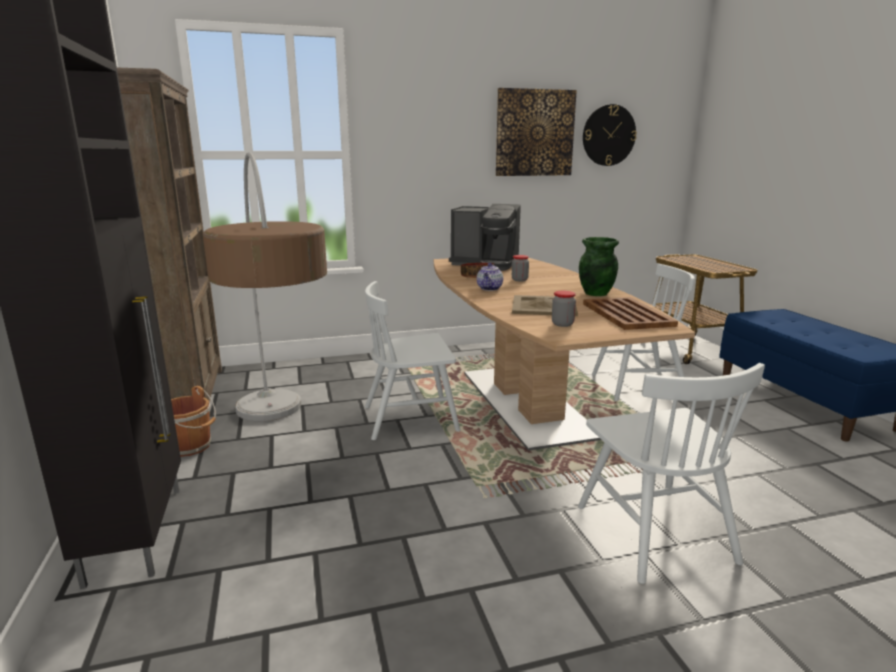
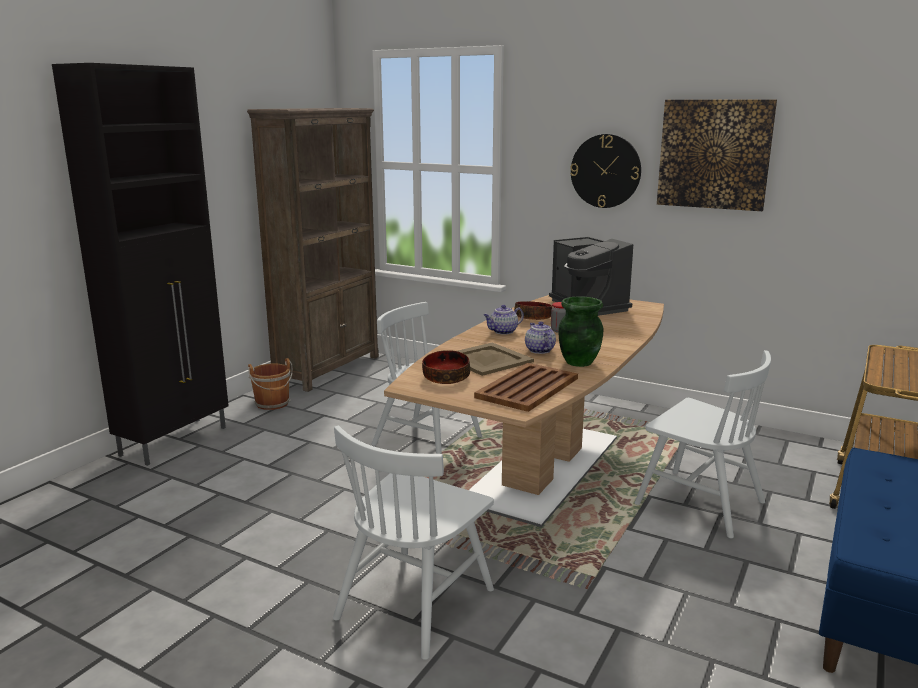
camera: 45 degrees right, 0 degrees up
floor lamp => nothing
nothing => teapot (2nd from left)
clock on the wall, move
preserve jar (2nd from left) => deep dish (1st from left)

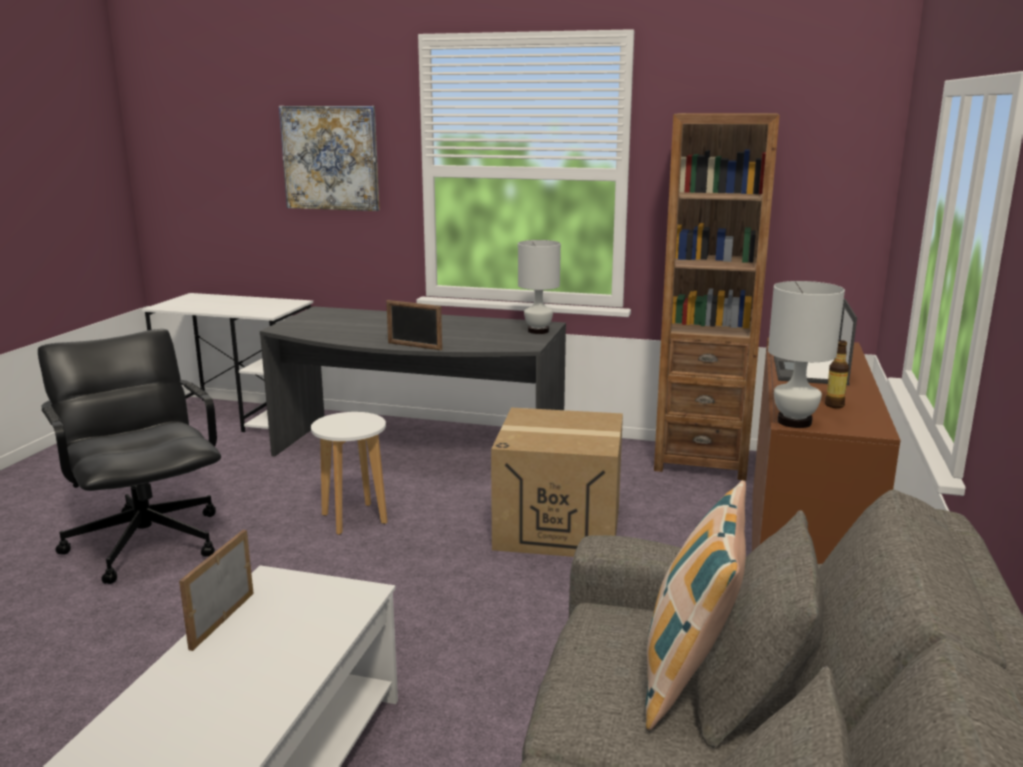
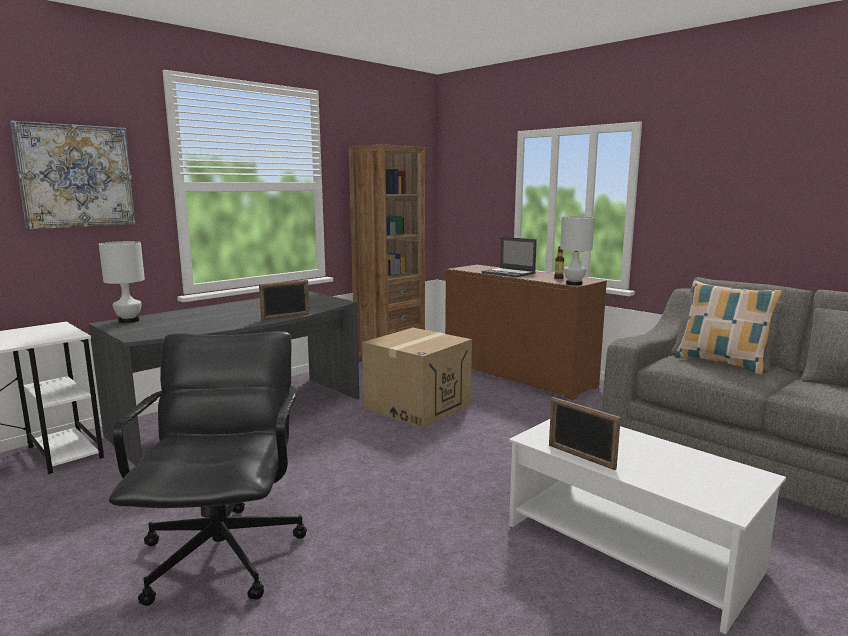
camera: 60 degrees left, 5 degrees down
whitish stool seat => nothing
whitish table lamp (1st from left), move
black-coloured office chair, 90 degrees clockwise

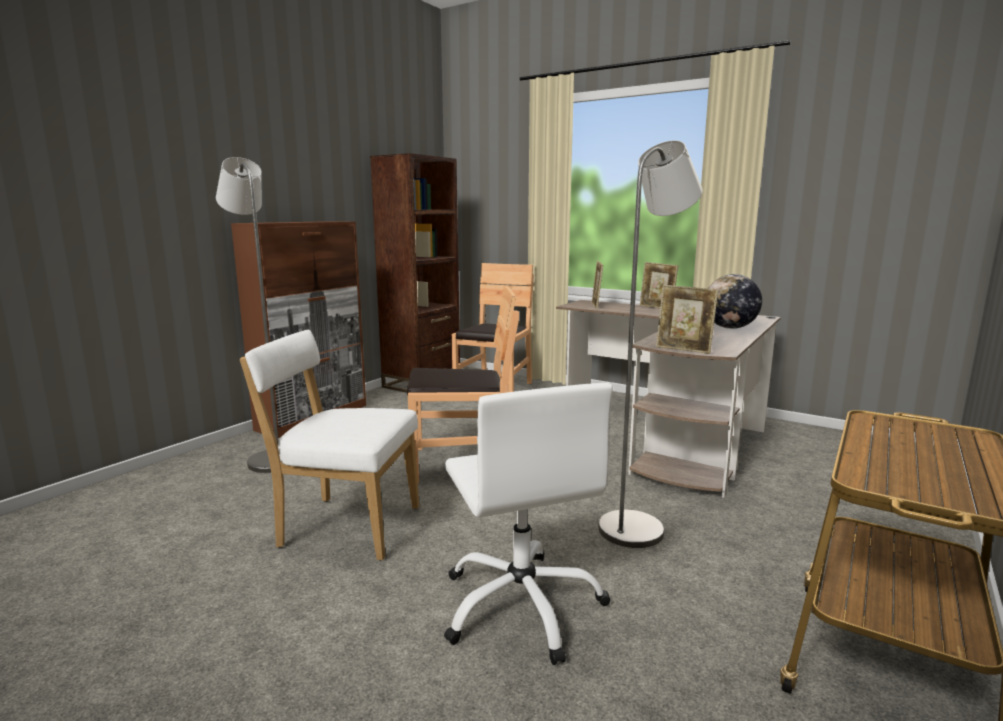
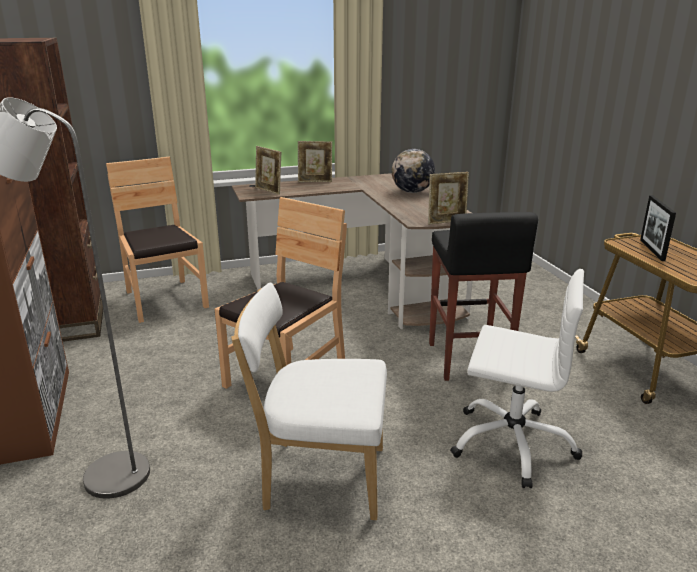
camera: 50 degrees left, 10 degrees up
nothing => picture frame (4th from left)
grey floor lamp (2nd from left) => black-coloured stool seat
whitish upright chair, 45 degrees clockwise

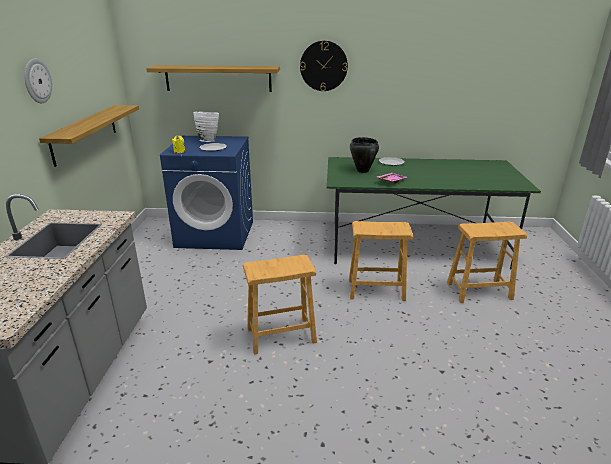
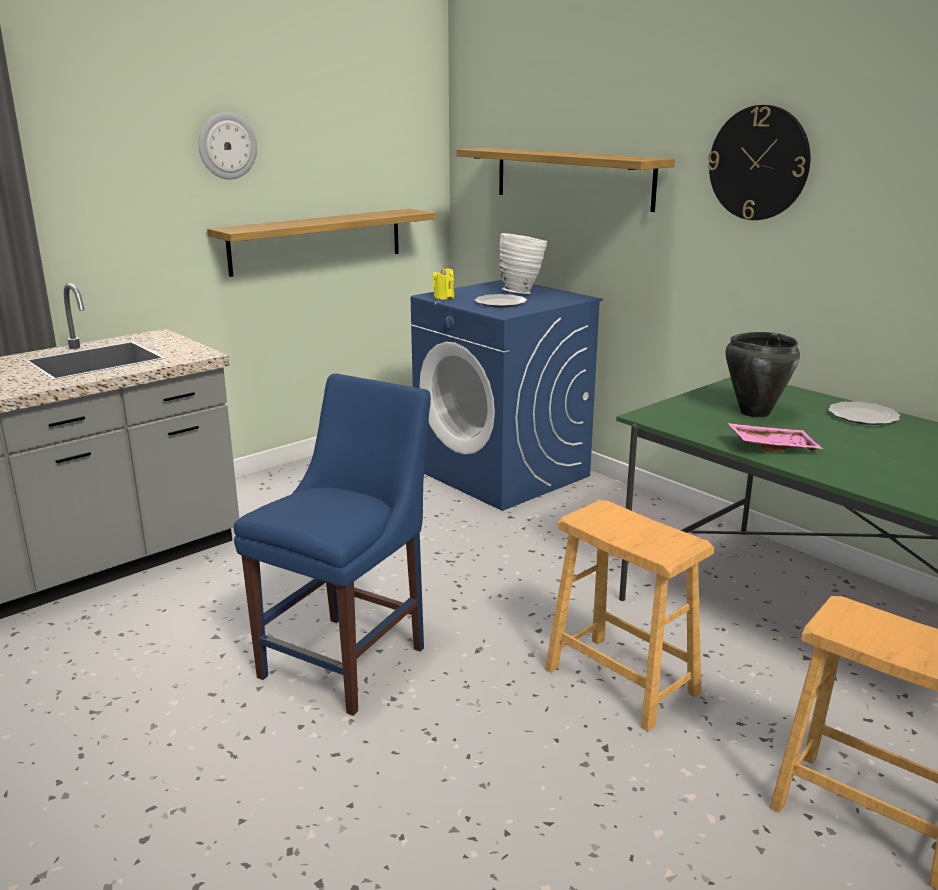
camera: 45 degrees right, 5 degrees down
brownish stool seat (1st from left) => blue upright chair

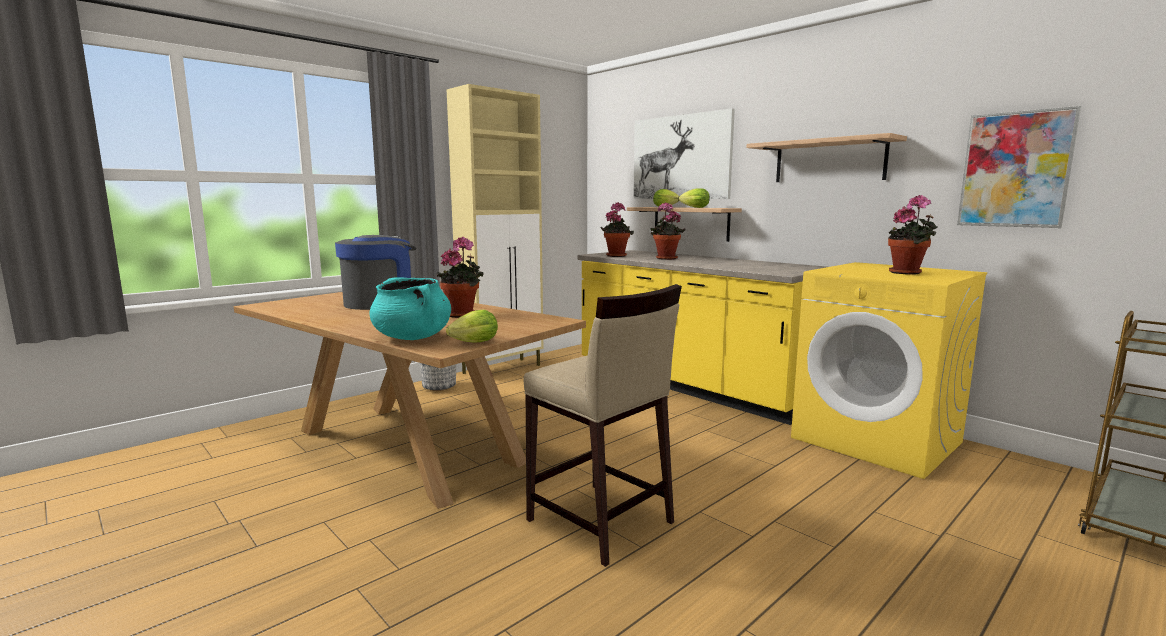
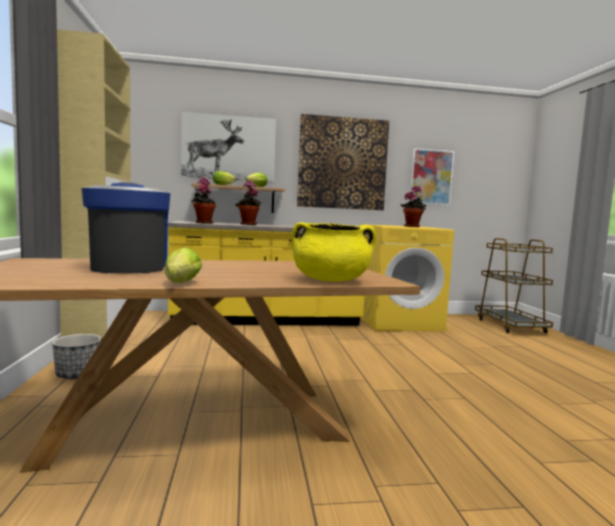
camera: 55 degrees left, 5 degrees down
potted plant (1st from left) => nothing
beige-coloured stool seat => nothing
lettuce head (1st from left), move
bracket shelf (2nd from left) => picture (2nd from left)
blue-green stockpot => yellow-coloured stockpot

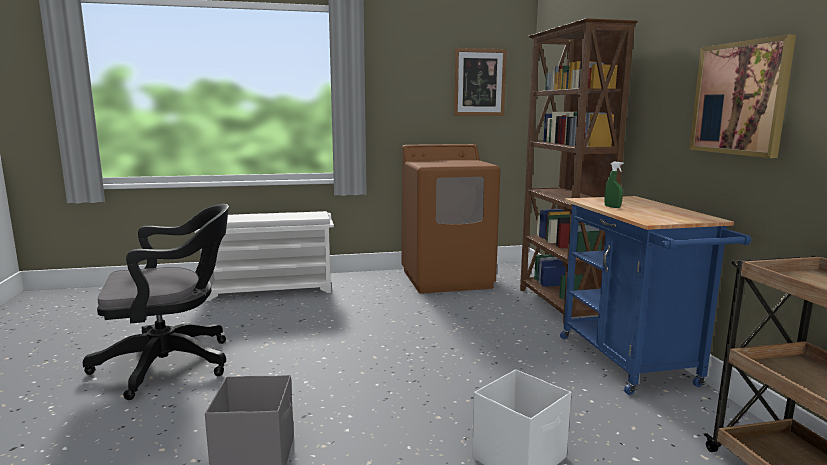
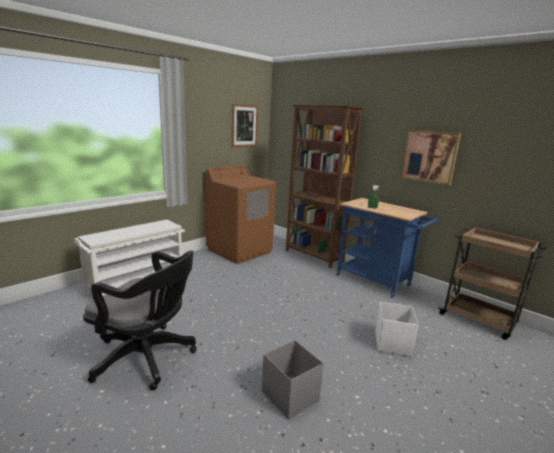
camera: 35 degrees left, 5 degrees up
black-coloured office chair, 75 degrees clockwise

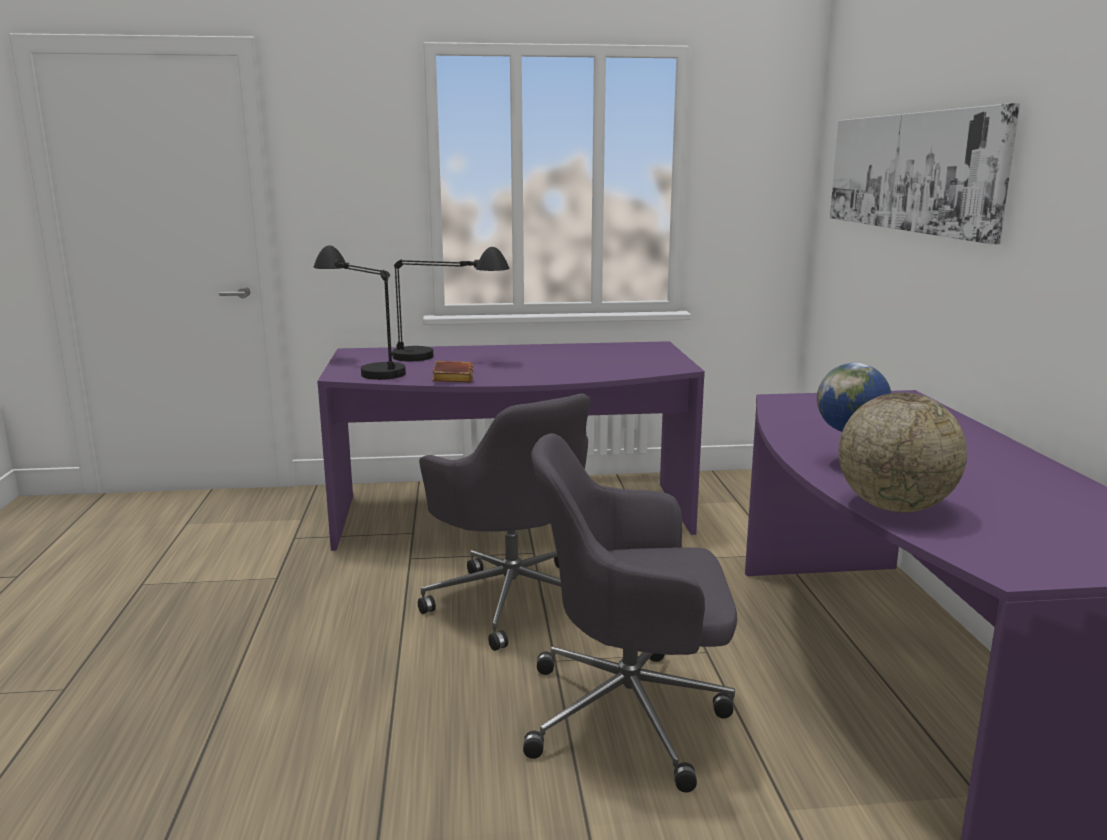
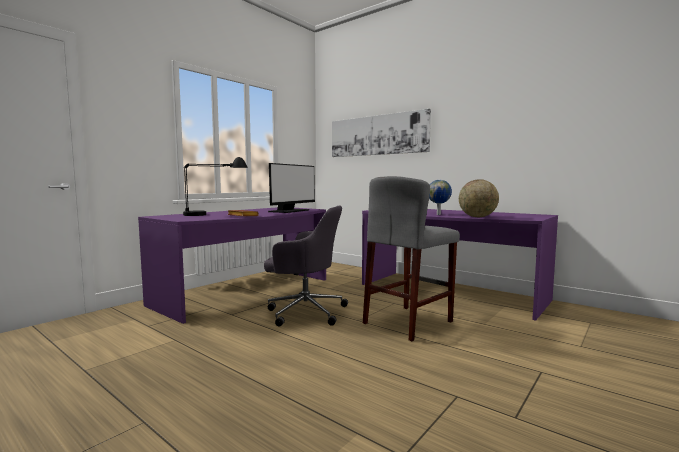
camera: 45 degrees left, 10 degrees down
black-coloured table lamp (1st from left) => nothing
nothing => computer display
grey office chair (2nd from left) => grey stool seat

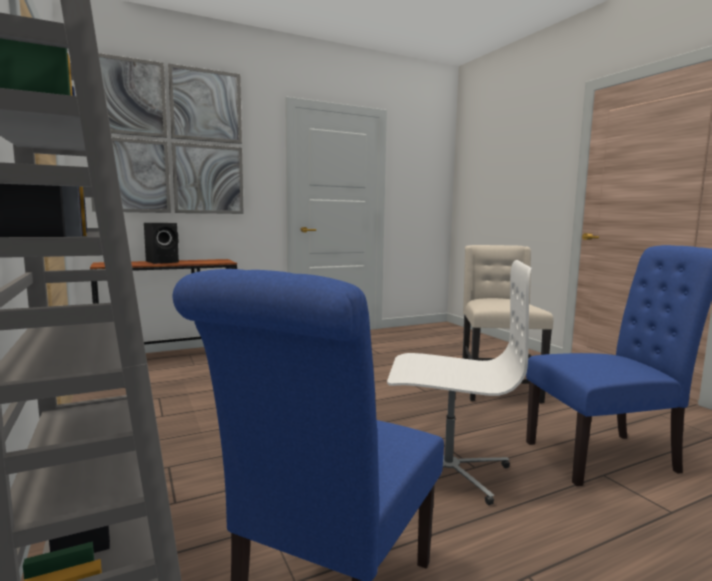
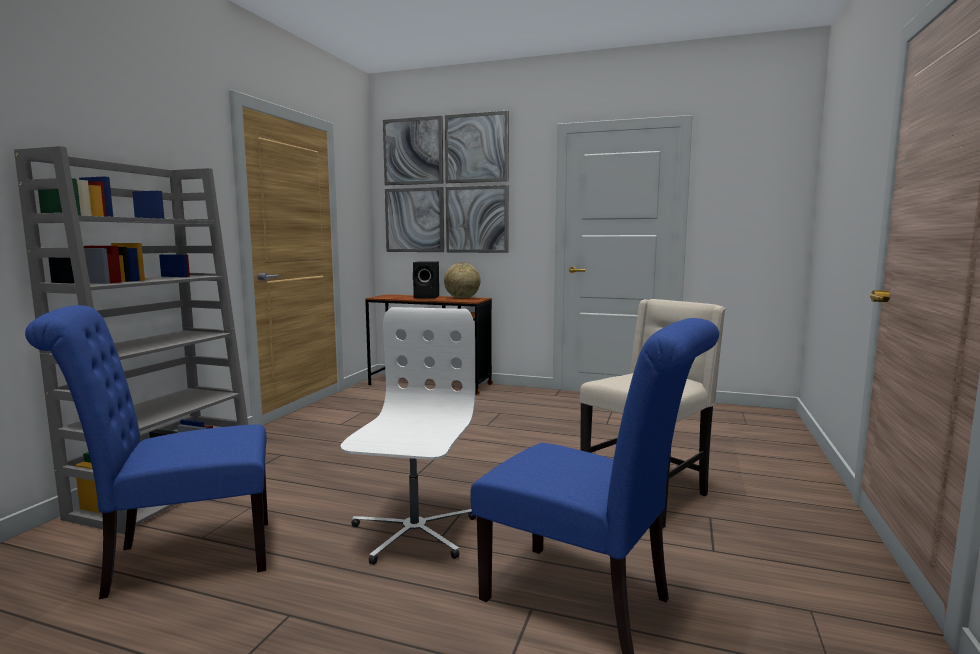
camera: 45 degrees right, 0 degrees up
nothing => world globe
whitish office chair, 135 degrees counterclockwise

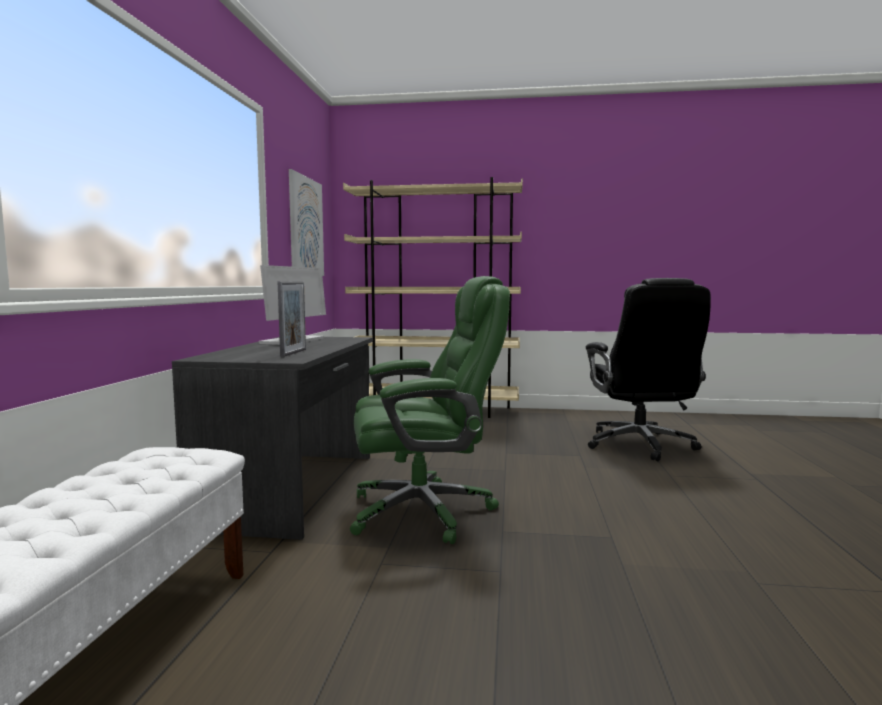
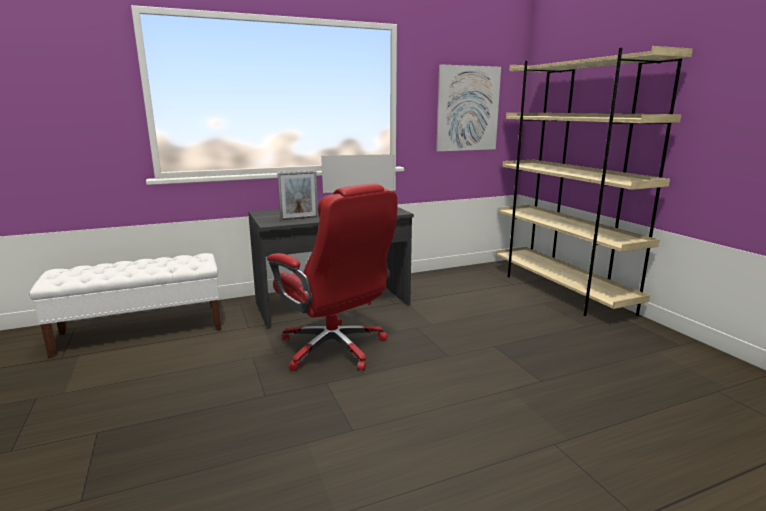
camera: 60 degrees right, 10 degrees up
black-coloured office chair => nothing
green office chair => red-coloured office chair

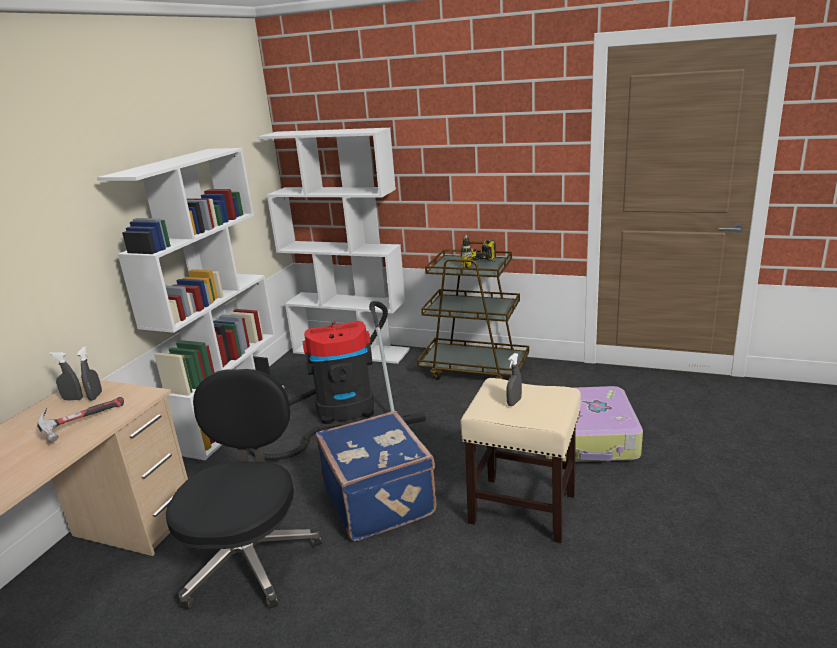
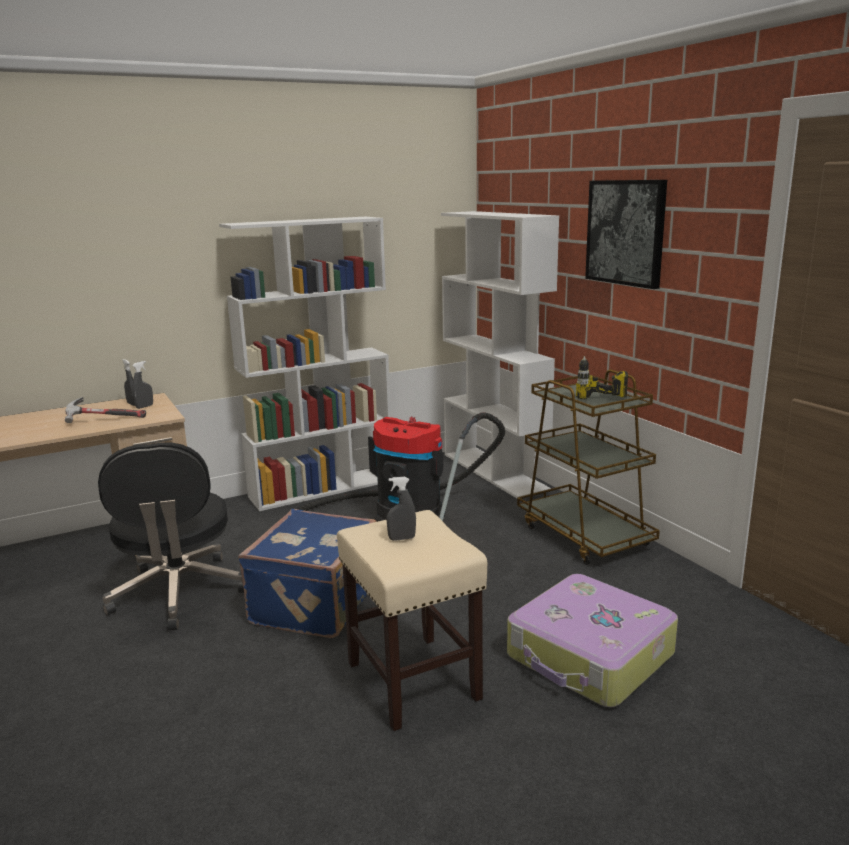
camera: 40 degrees right, 5 degrees down
nothing => picture
black-coloured office chair, 120 degrees clockwise

